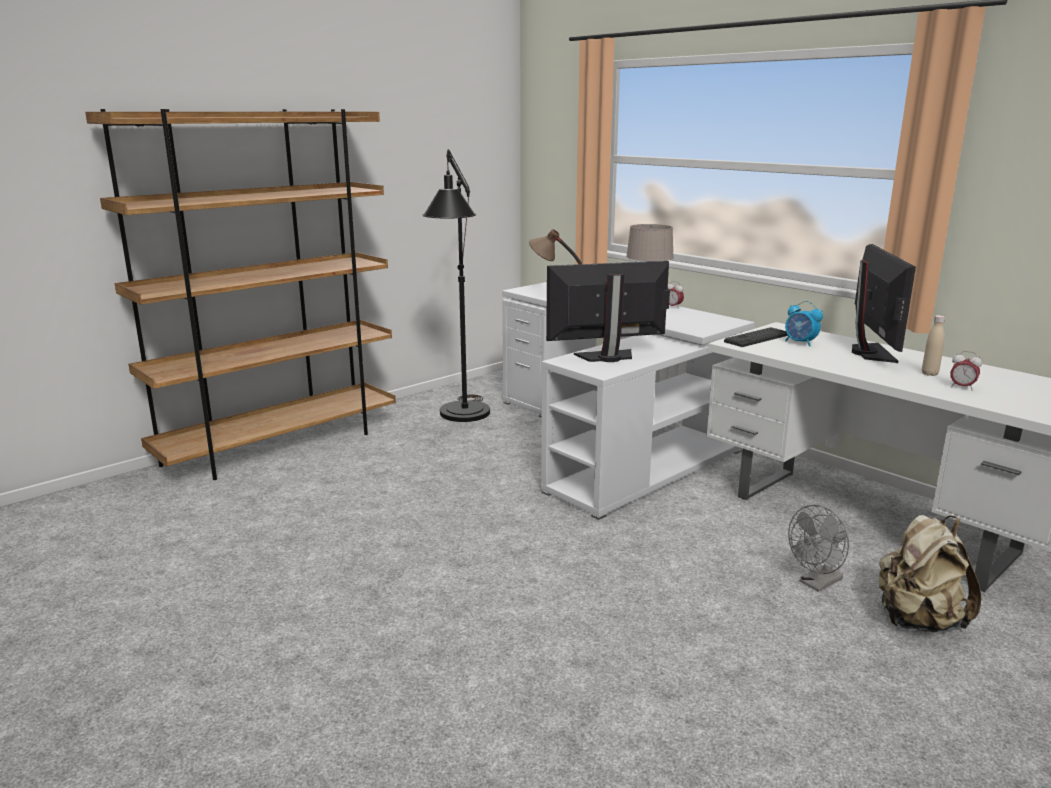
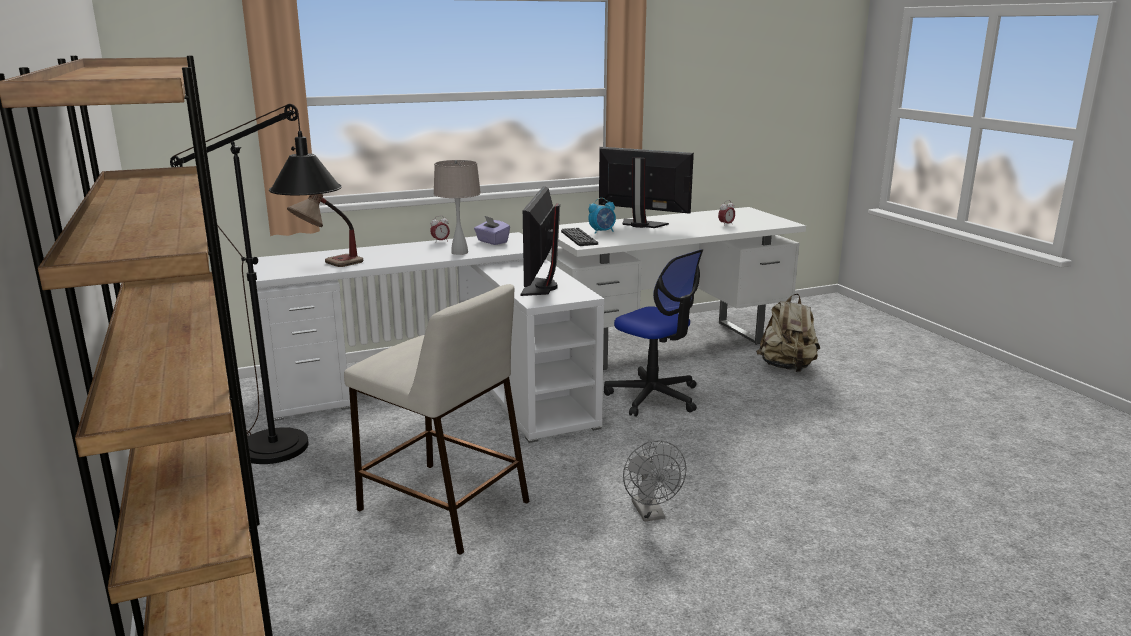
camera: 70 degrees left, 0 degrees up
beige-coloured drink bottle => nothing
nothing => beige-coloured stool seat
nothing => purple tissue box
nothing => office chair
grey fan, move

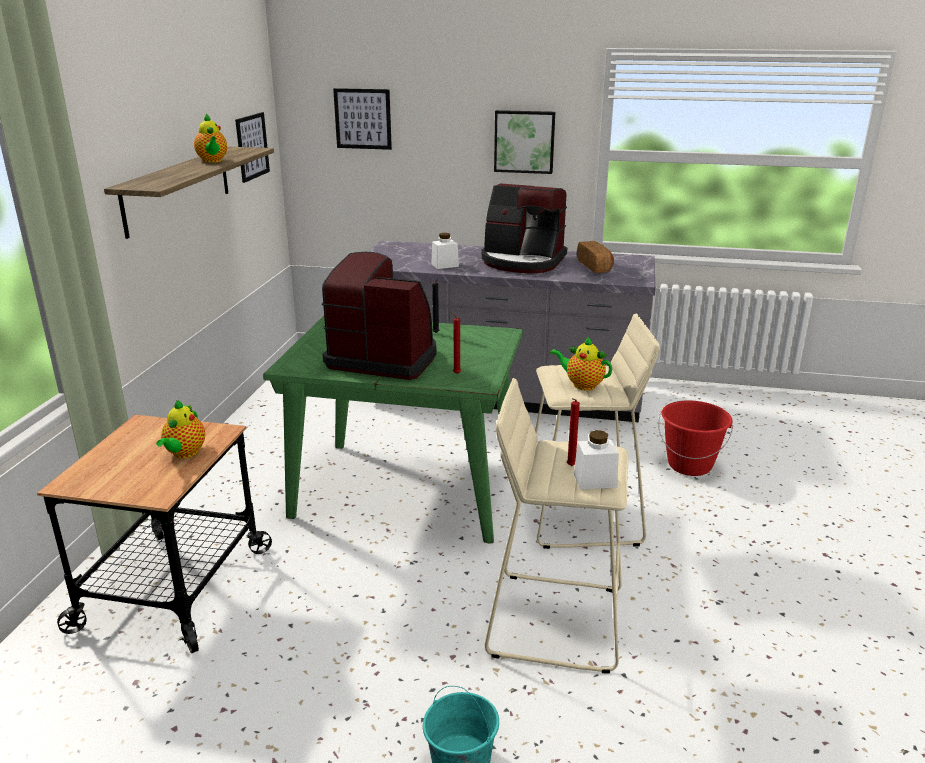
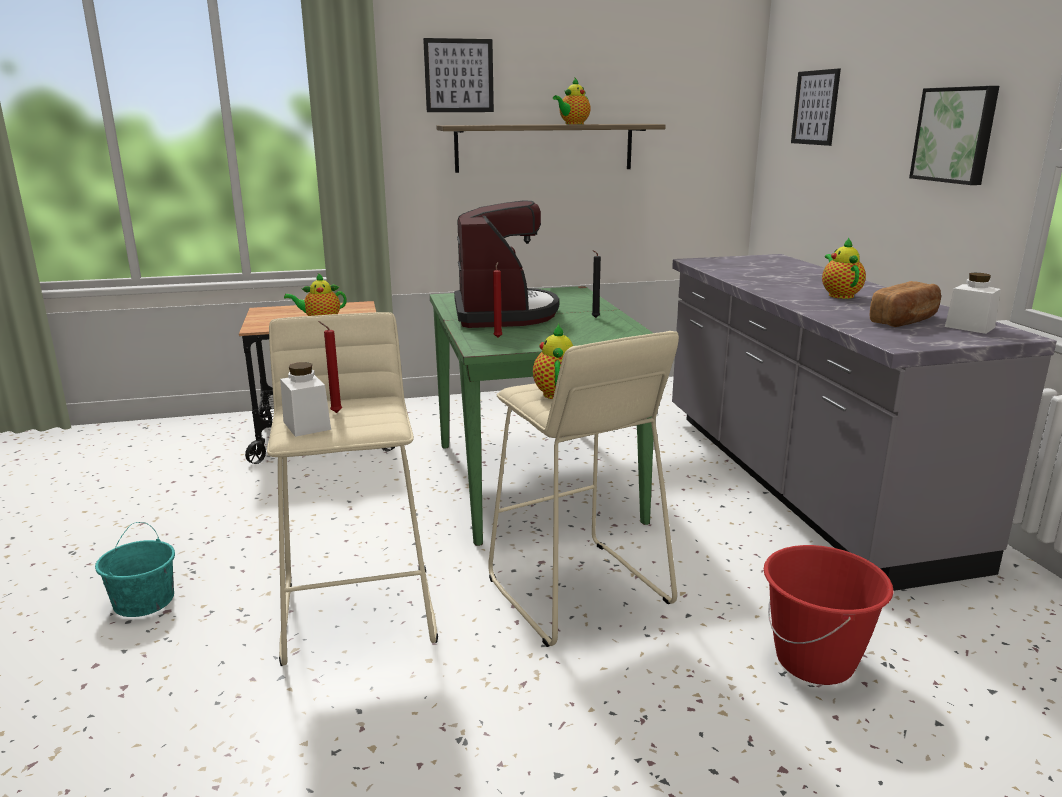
camera: 65 degrees right, 5 degrees down
picture (1st from left), move
whitish preserve jar (1st from left in the first image) => whitish preserve jar (2nd from left), move
coffee machine (2nd from left) => teapot (4th from left)

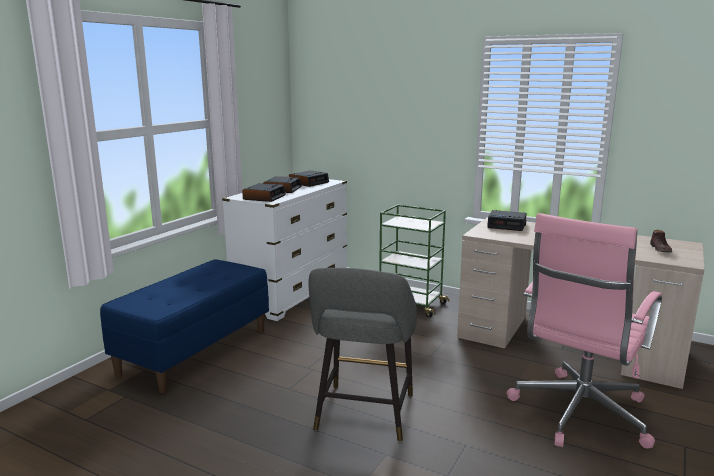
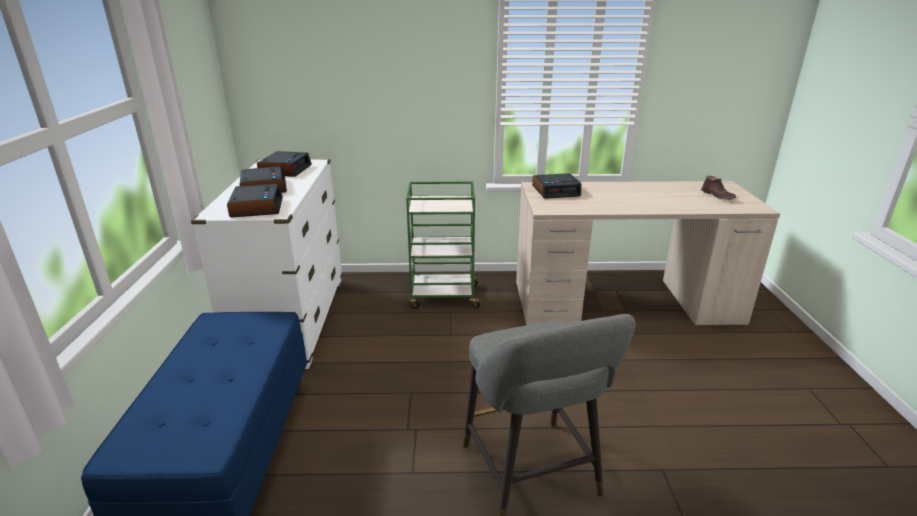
camera: 30 degrees left, 10 degrees up
pinkish office chair => nothing

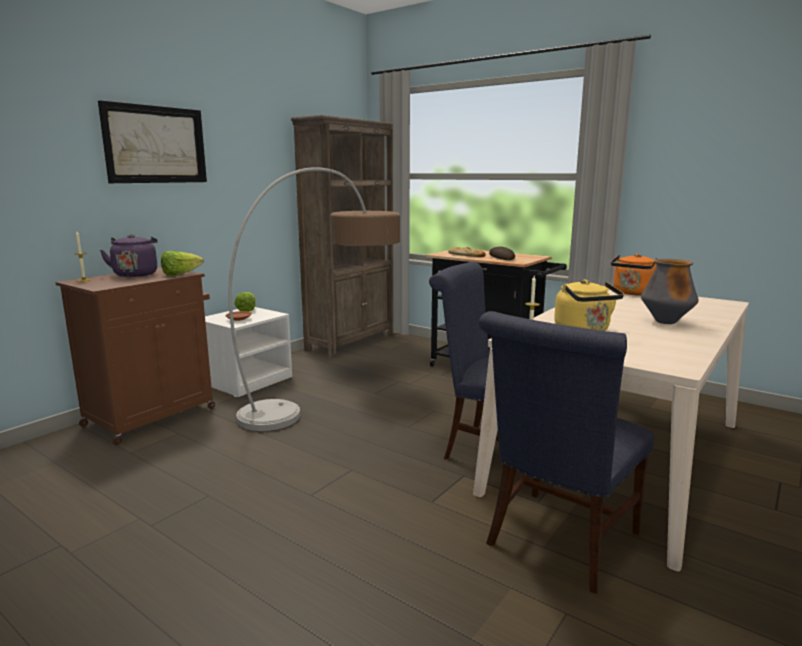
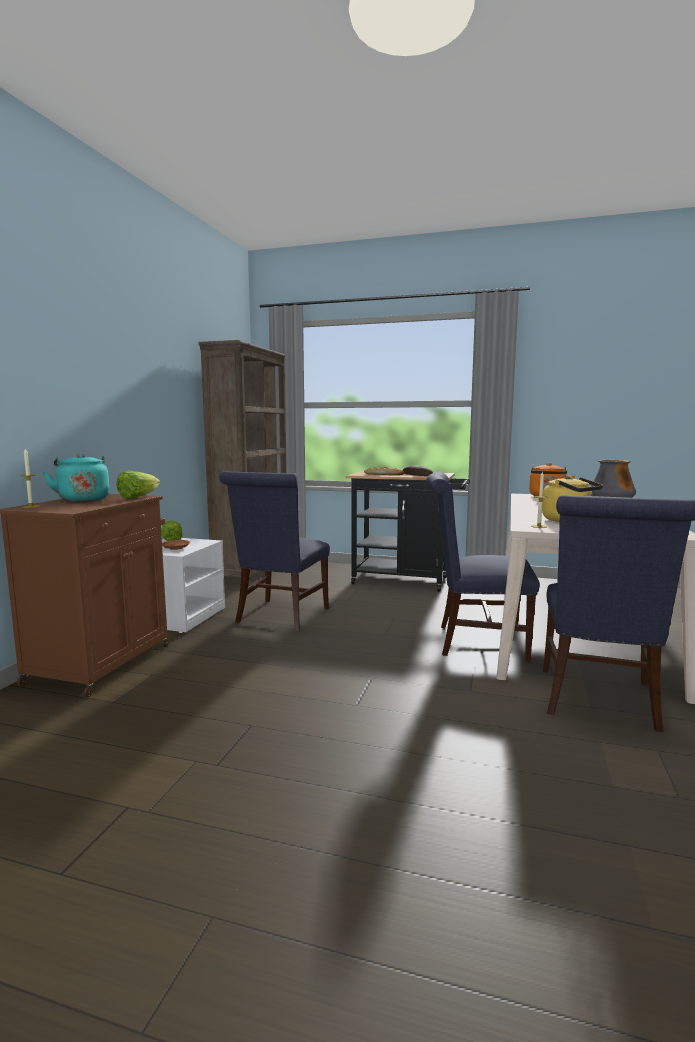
camera: 20 degrees left, 5 degrees down
picture => nothing
floor lamp => blue upright chair (1st from left)
purple tea kettle => blue-green tea kettle

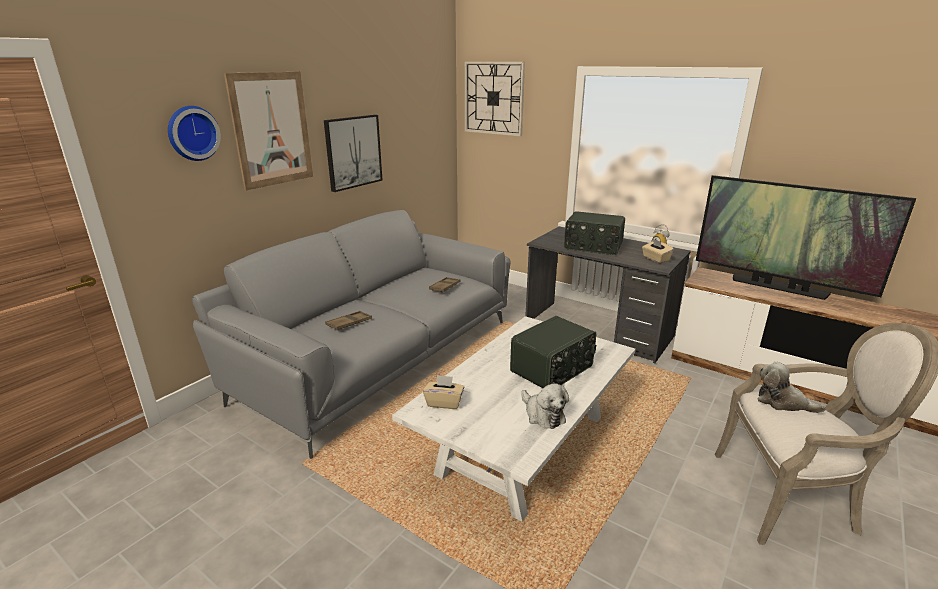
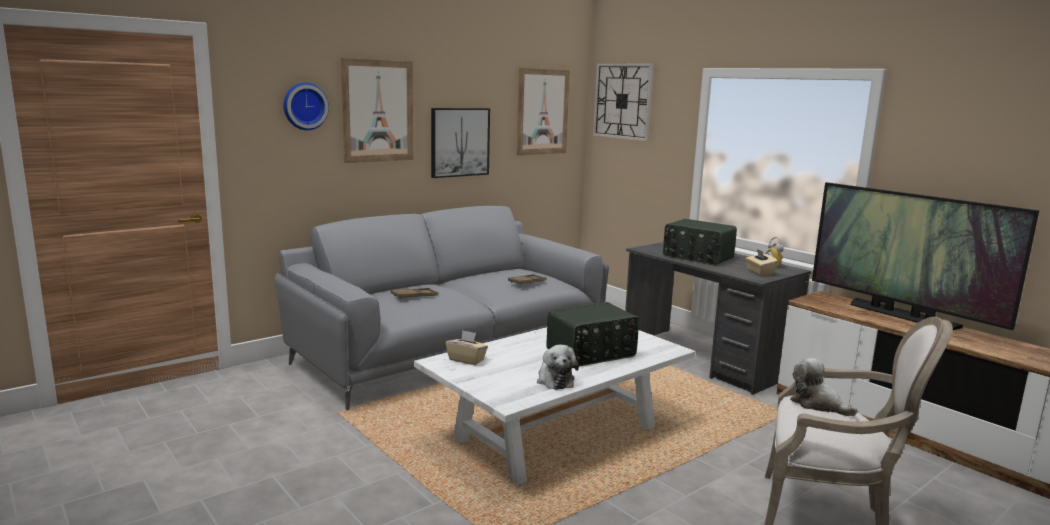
camera: 15 degrees right, 10 degrees down
nothing => picture (3rd from left)

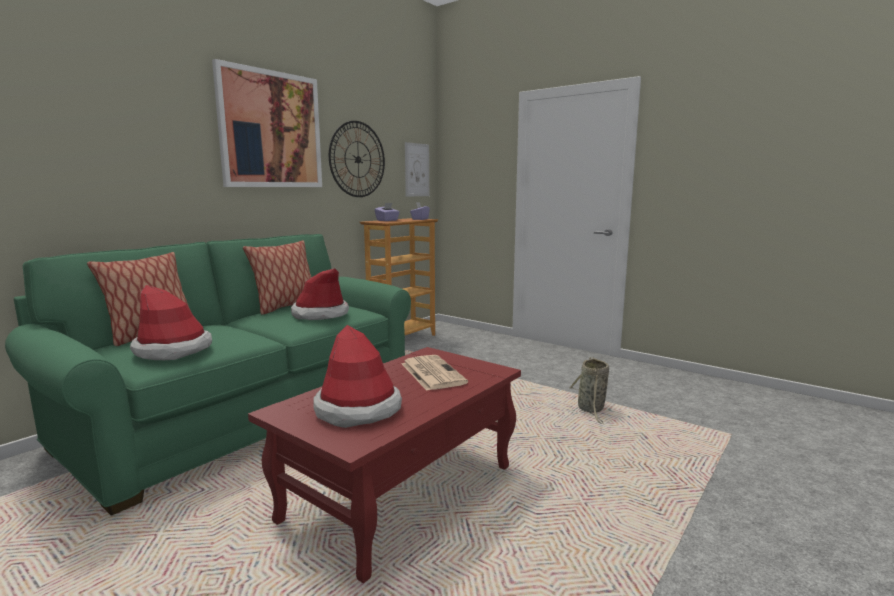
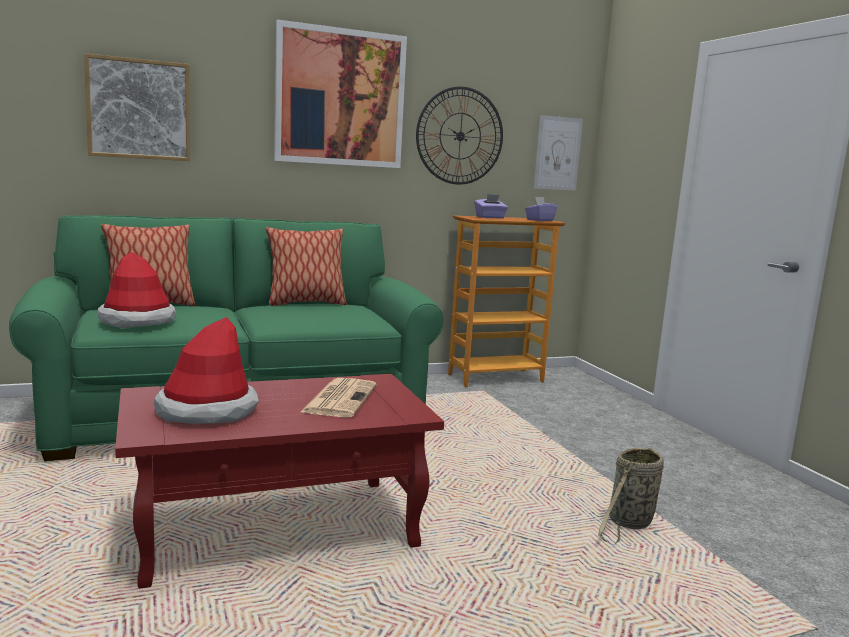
camera: 30 degrees right, 0 degrees up
clothing hat (2nd from left) => nothing
nothing => picture (1st from left)

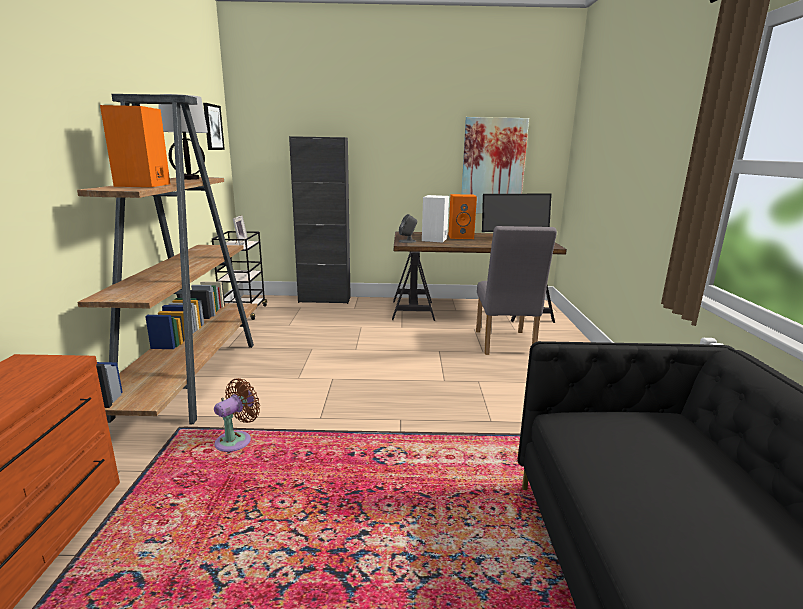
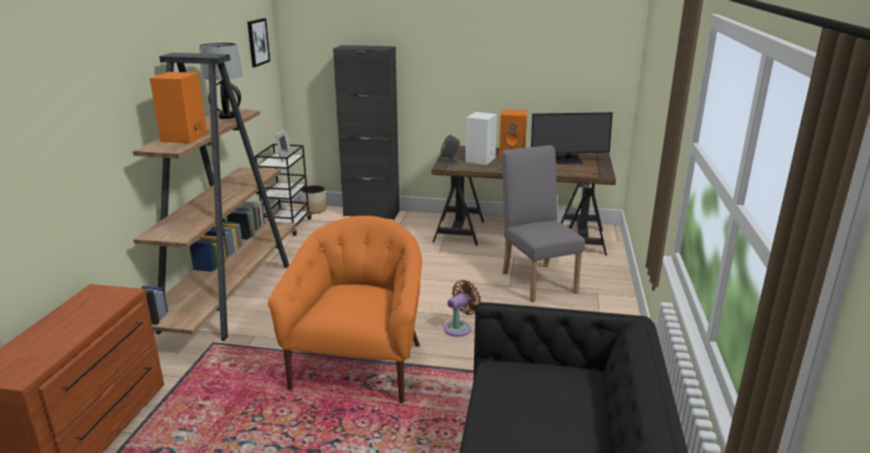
camera: 10 degrees right, 5 degrees up
picture (2nd from left) => nothing
nothing => orange lounge chair
nothing => flower pot
brownish fan, move
grey upright chair, 150 degrees clockwise

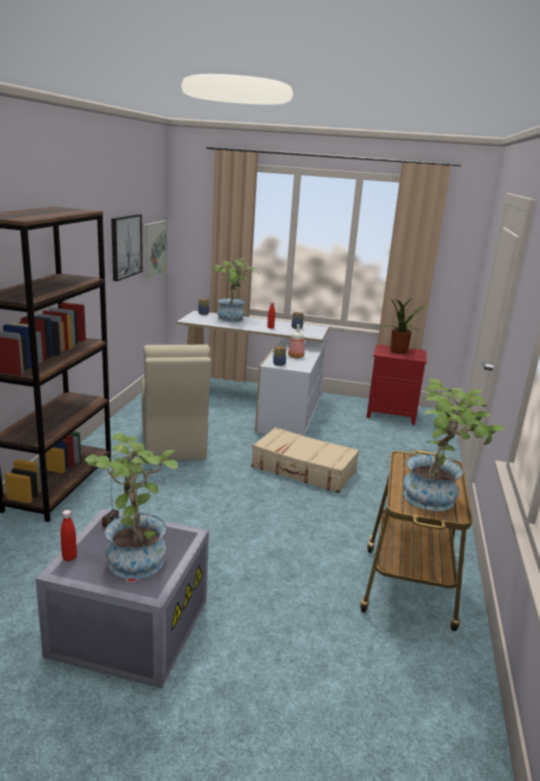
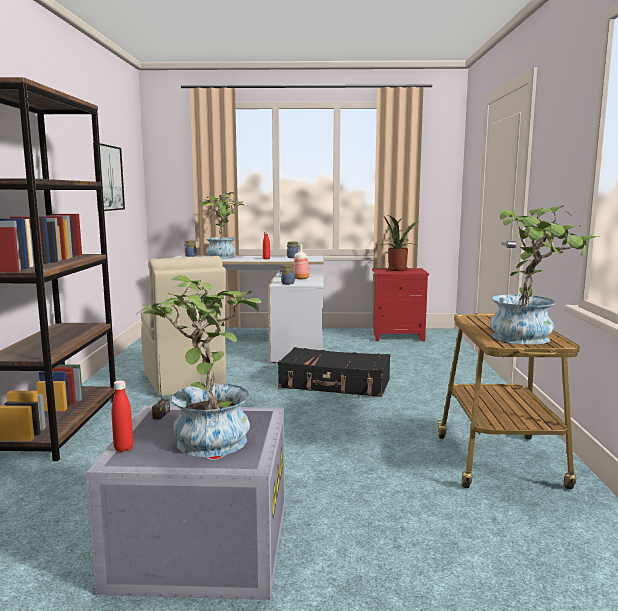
camera: 10 degrees left, 10 degrees down
picture (2nd from left) => nothing
beige-coloured travel case => black-coloured travel case

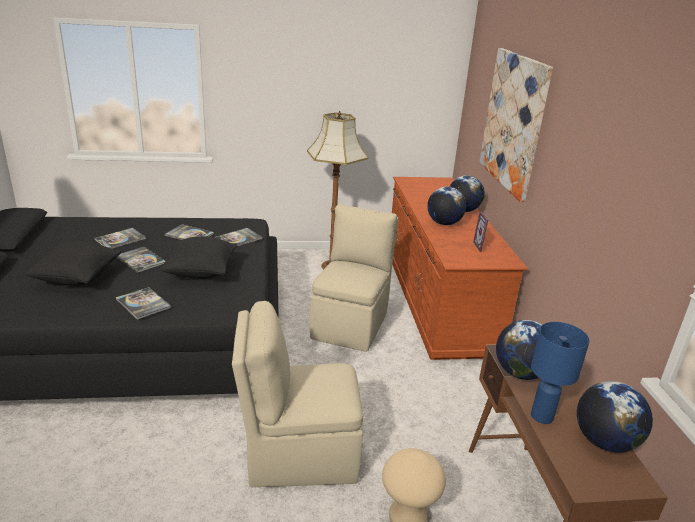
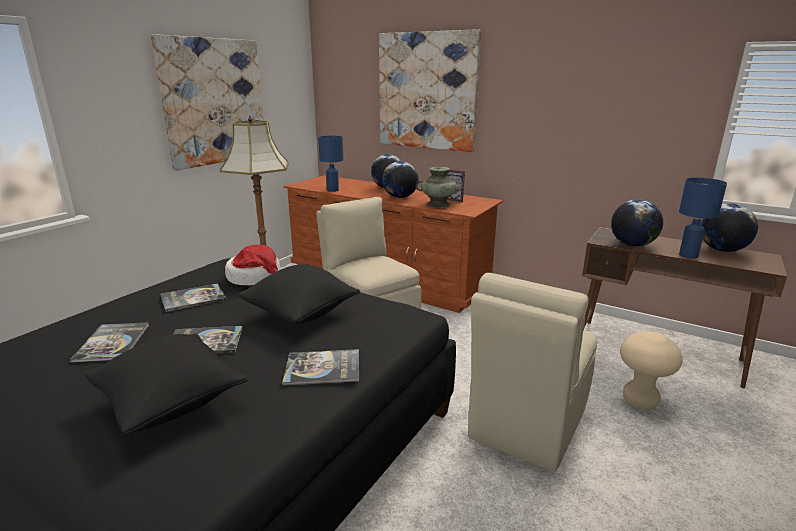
camera: 50 degrees left, 5 degrees down
nothing => picture (1st from left)
nothing => blue table lamp (1st from left)
nothing => blue-green flower vase
book (5th from left) => clothing hat

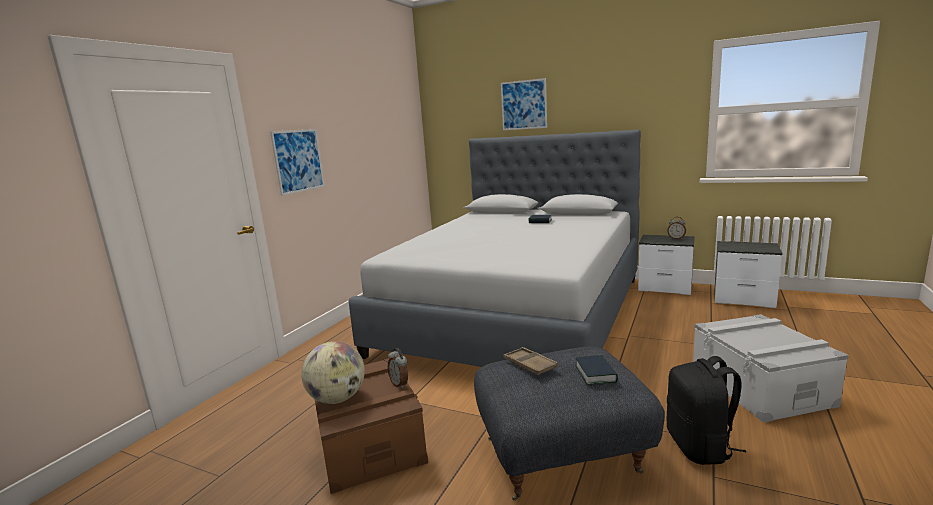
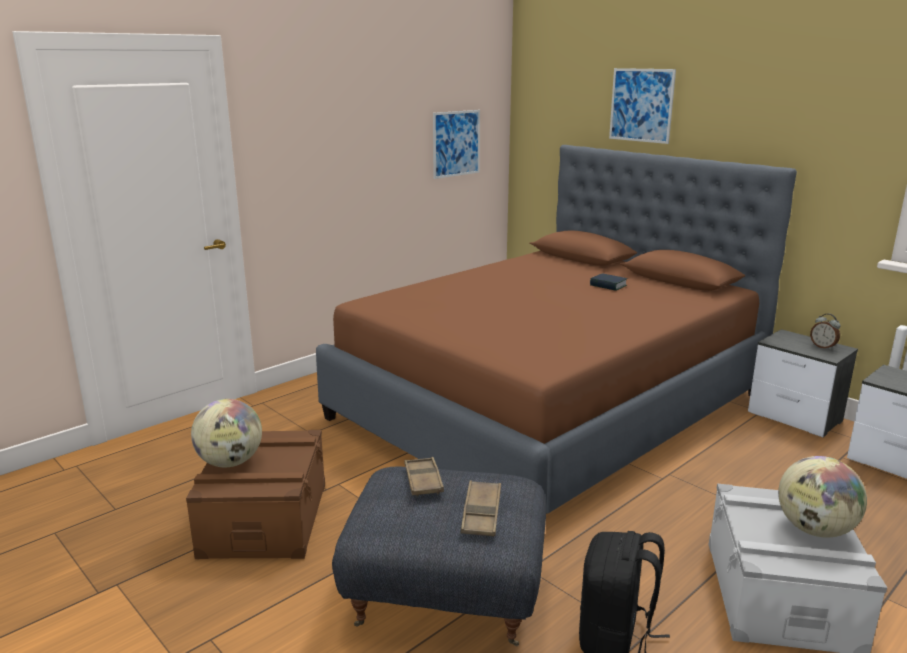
camera: 20 degrees right, 5 degrees up
table clock (1st from left) => nothing
nothing => world globe (2nd from left)
picture (1st from left), move
book (2nd from left) => brownish tray (2nd from left)
grey bed => brownish bed

